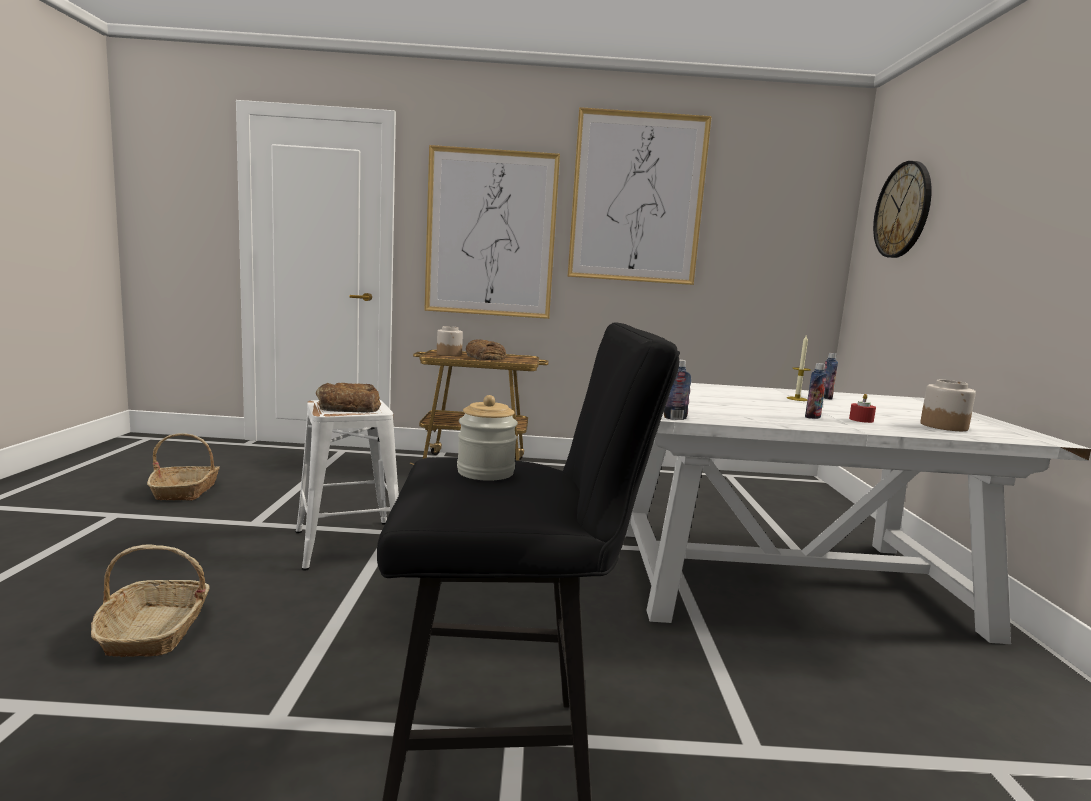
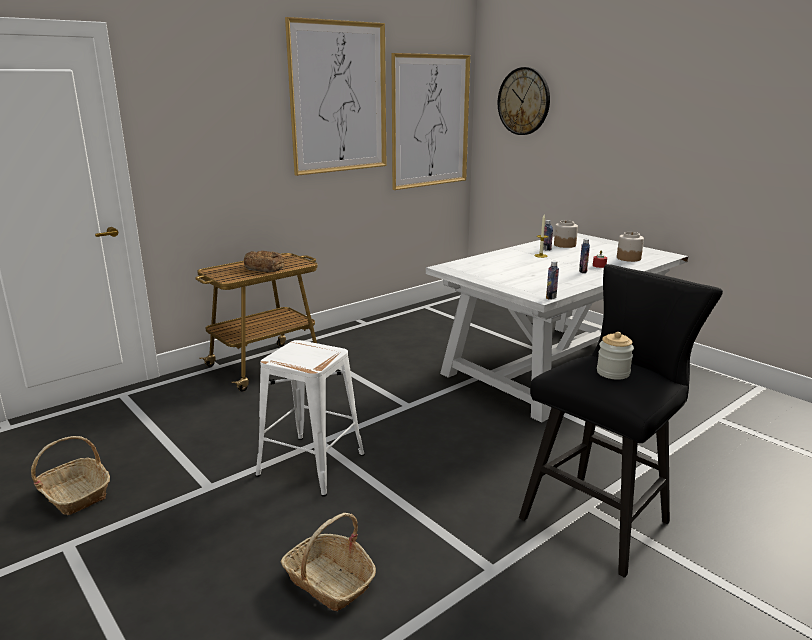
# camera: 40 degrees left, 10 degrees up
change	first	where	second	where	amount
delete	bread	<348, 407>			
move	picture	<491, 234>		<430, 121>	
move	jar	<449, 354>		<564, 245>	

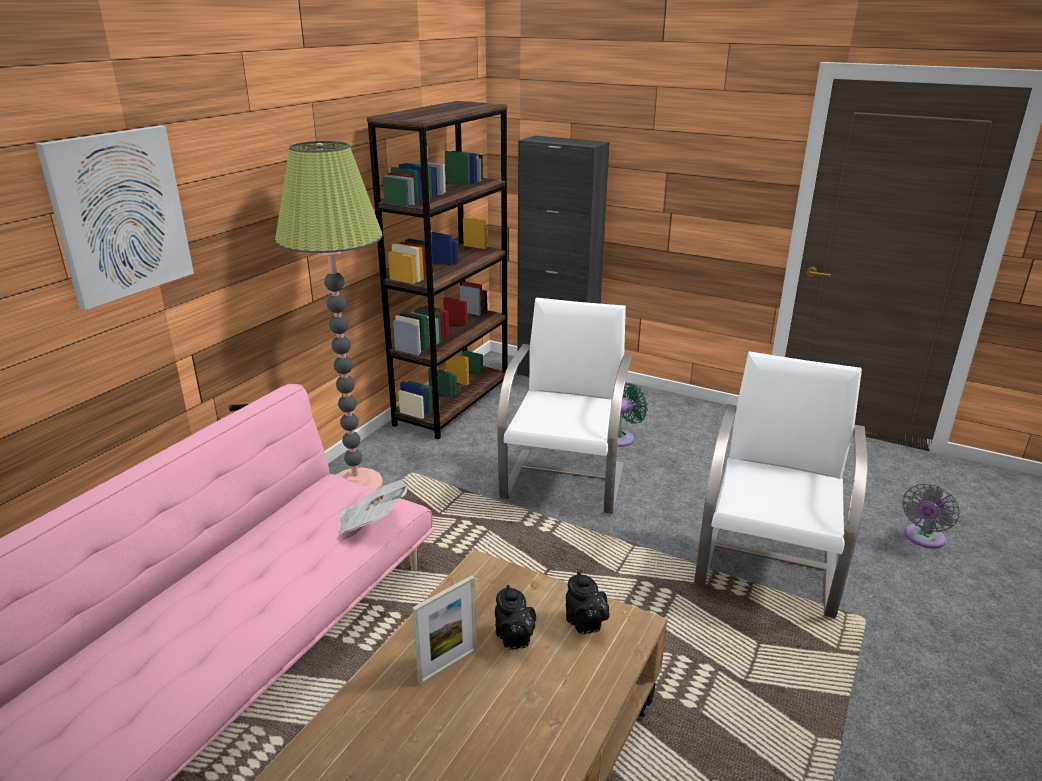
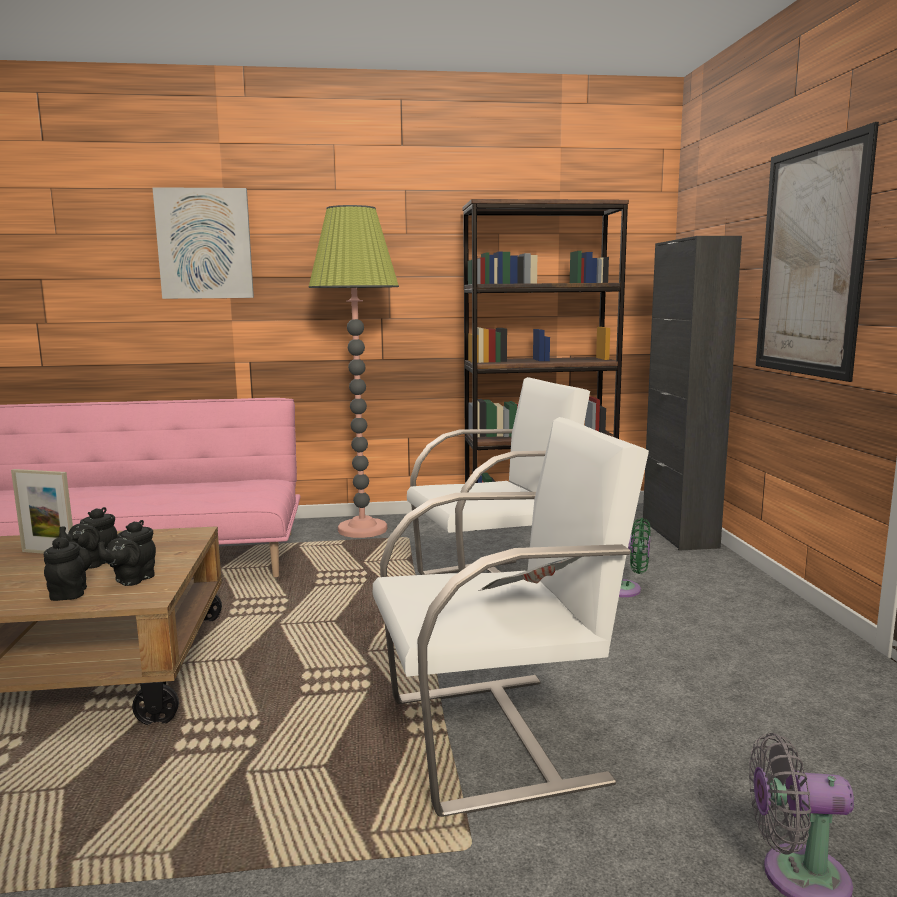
# camera: 55 degrees right, 15 degrees down
change	first	where	second	where	amount
insert			teapot (black)	<70, 592>	
insert			picture	<809, 260>	
move	newspaper	<372, 522>		<532, 601>	

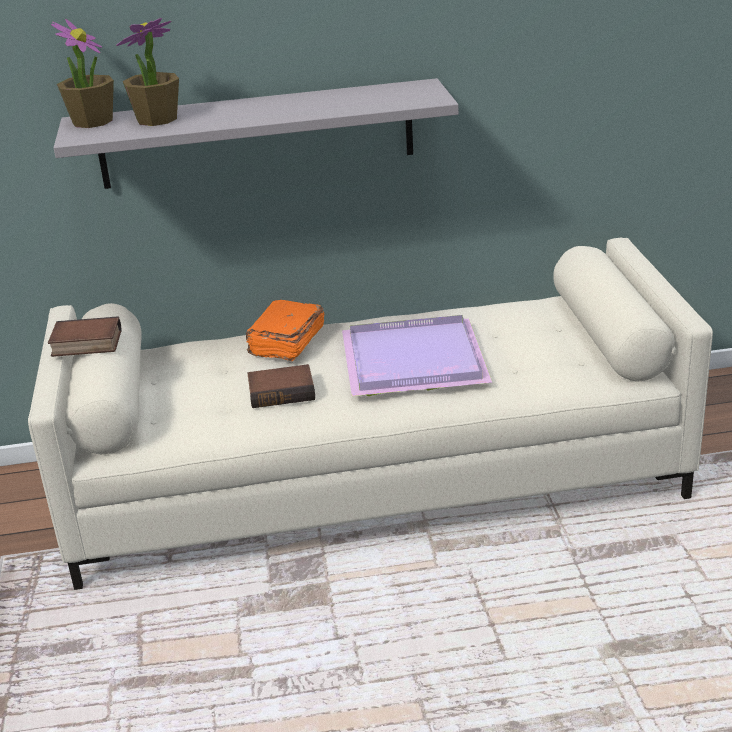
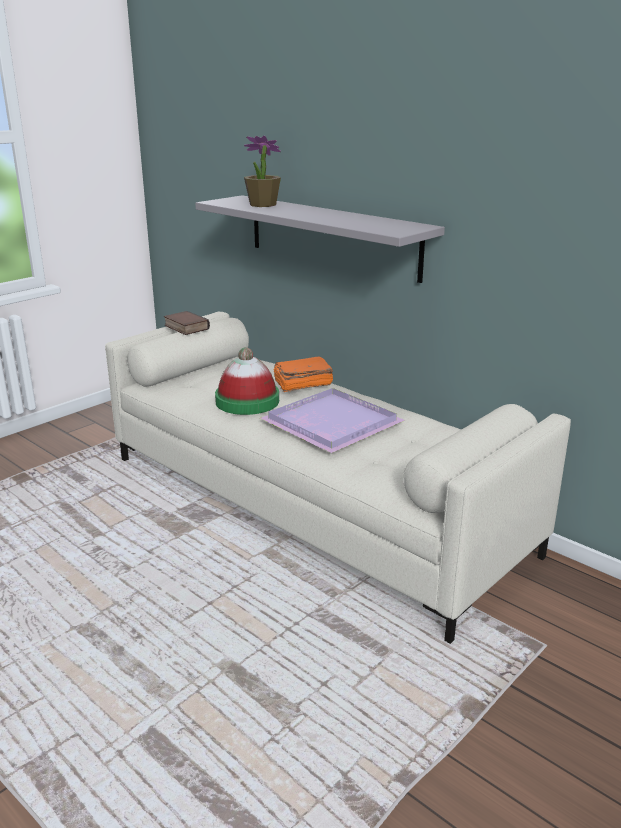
# camera: 50 degrees right, 5 degrees down
change	first	where	second	where	amount
delete	potted plant	<92, 121>			
replace	book	<282, 391>	hat	<247, 401>	

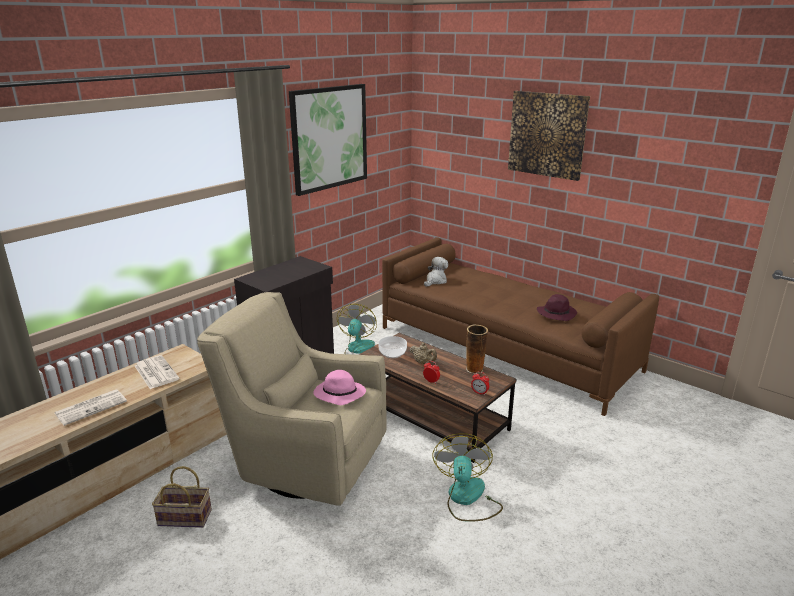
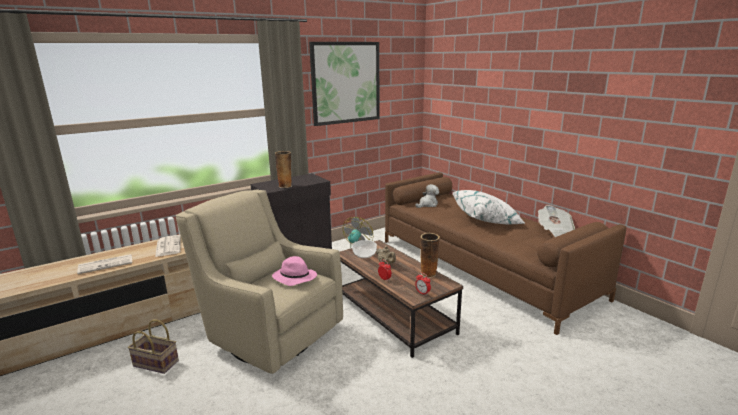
# camera: 15 degrees right, 5 degrees down
change	first	where	second	where	amount
delete	fan	<467, 499>			
delete	picture	<547, 134>			
delete	hat (purple)	<556, 313>			
insert			vase	<285, 186>	
insert			pillow (white)	<487, 220>	
insert			newspaper	<555, 231>	

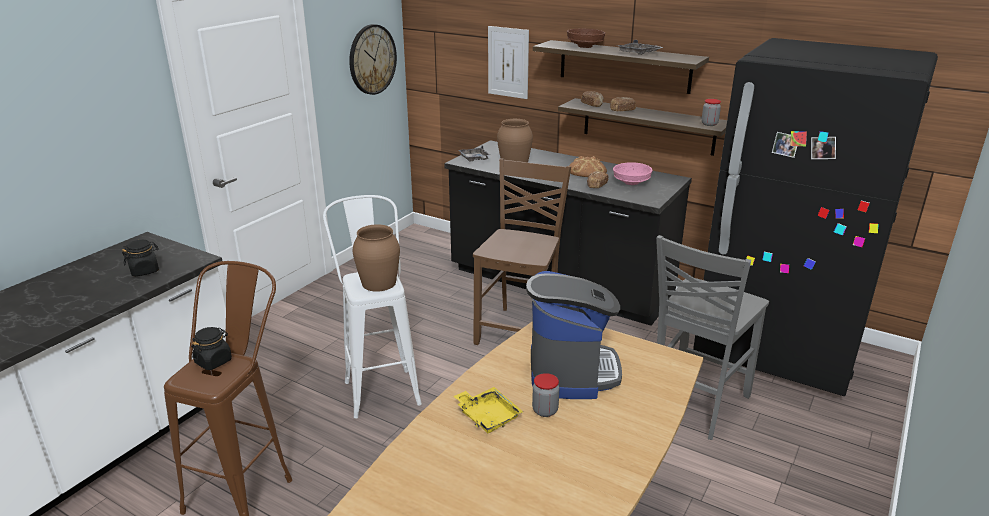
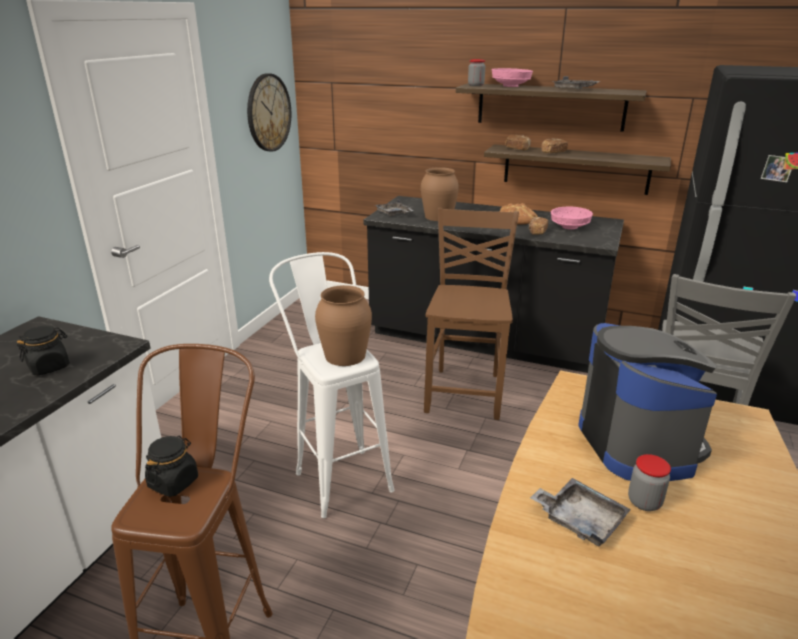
# camera: 10 degrees left, 0 degrees up
change	first	where	second	where	amount
delete	picture	<508, 62>			
move	jar	<709, 124>		<476, 85>	
recolor	tray (yellow)	<487, 416>	tray (grey)	<579, 519>	
recolor	bowl (brown)	<585, 46>	bowl (pink)	<510, 86>	

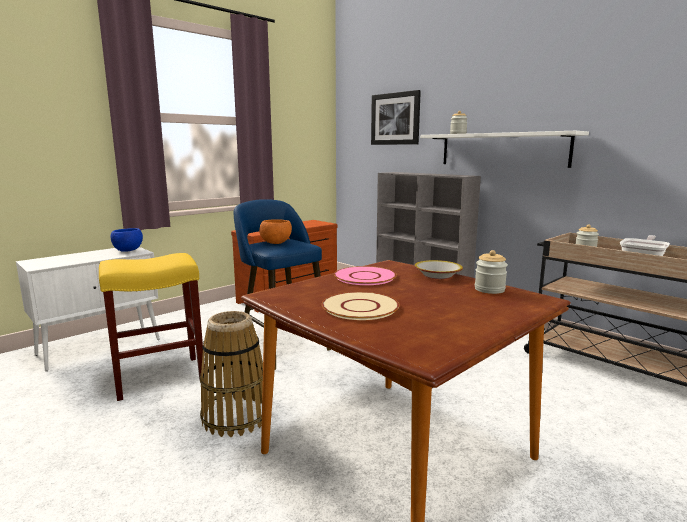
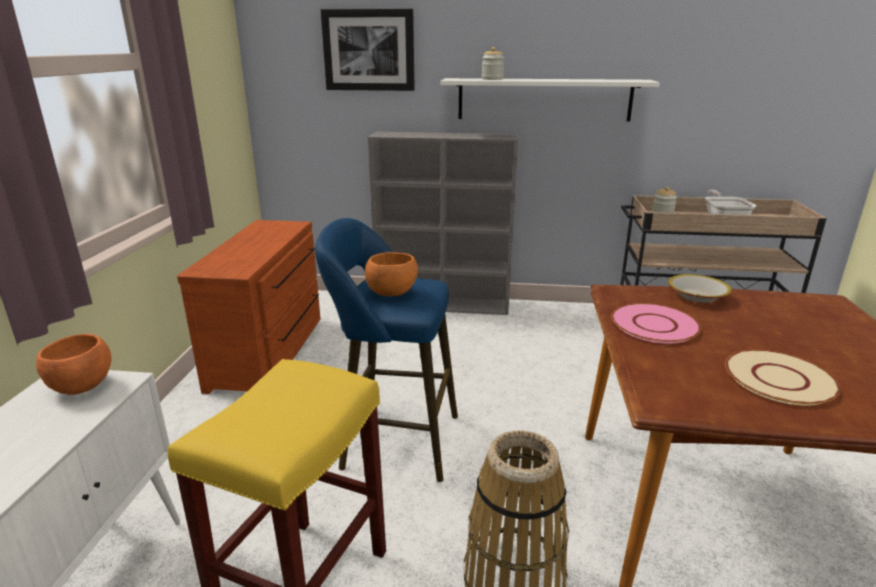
# camera: 40 degrees left, 10 degrees up
change	first	where	second	where	amount
delete	jar	<489, 289>			
recolor	bowl (blue)	<127, 250>	bowl (orange)	<81, 387>	

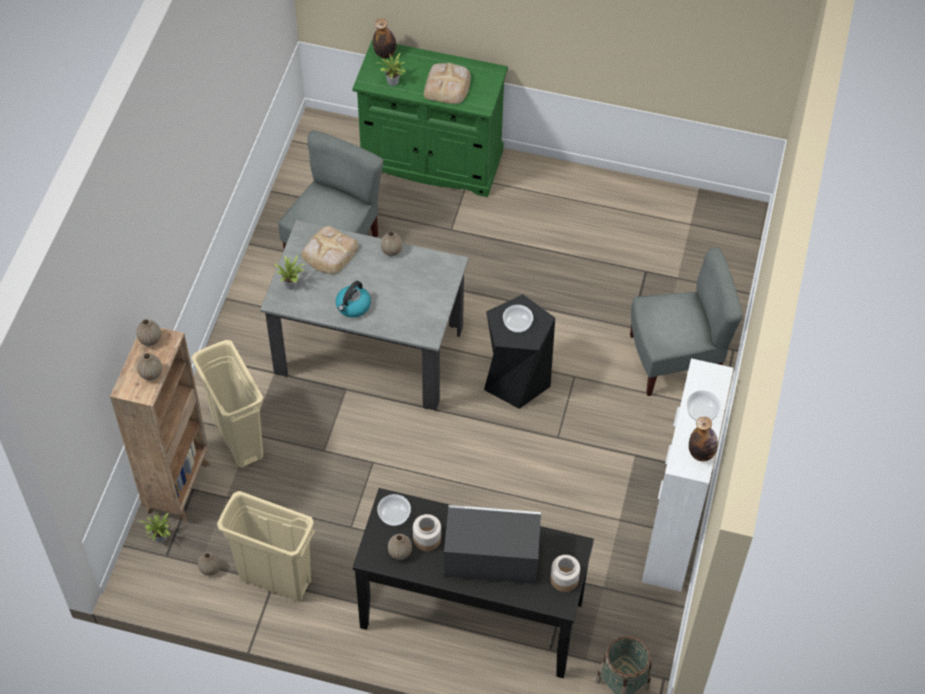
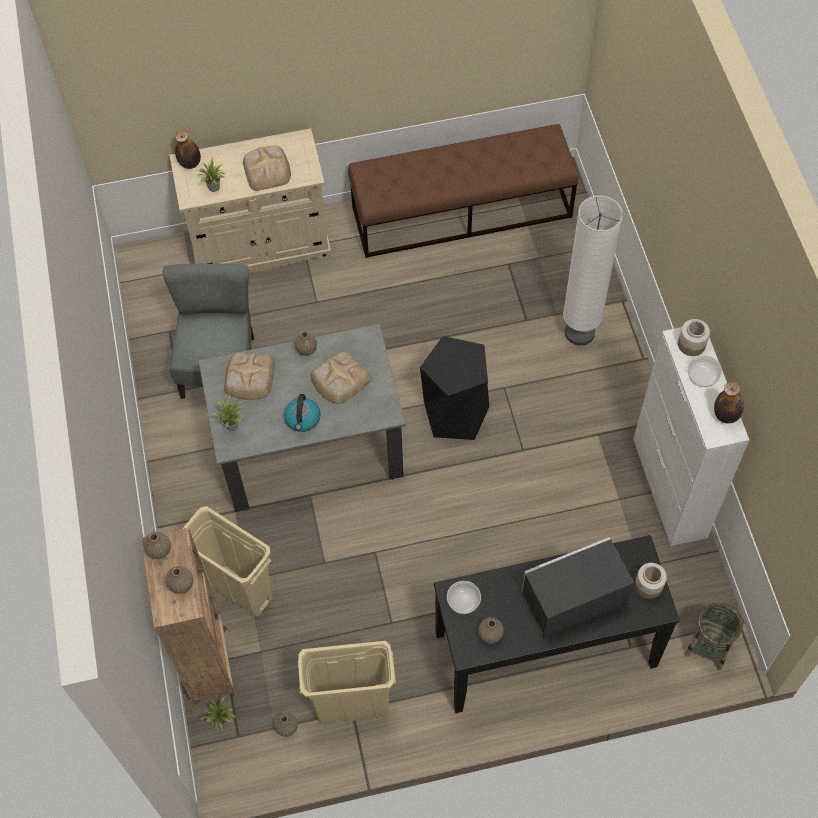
# camera: 25 degrees left, 5 degrees up
change	first	where	second	where	amount
delete	bowl	<517, 323>			
insert			bread	<339, 379>	
insert			bench (brown)	<462, 211>	
move	jar	<427, 538>		<691, 344>	
replace	chair (grey)	<674, 360>	floor lamp (white)	<579, 333>	
recolor	cabinet (green)	<431, 160>	cabinet (beige)	<260, 245>	

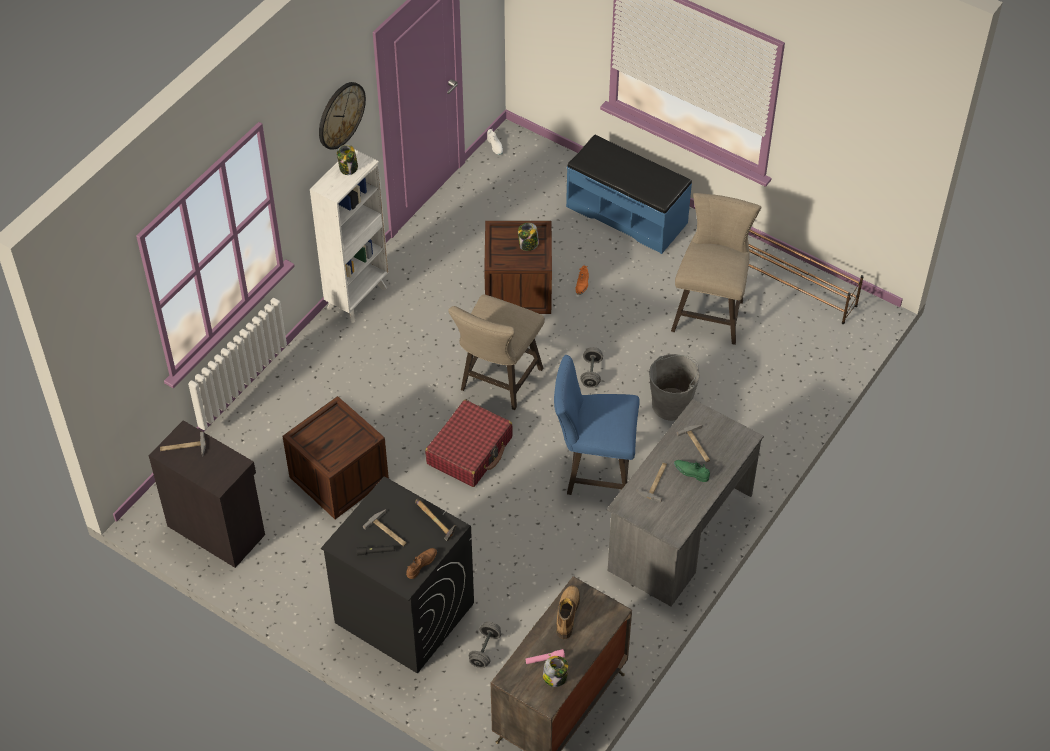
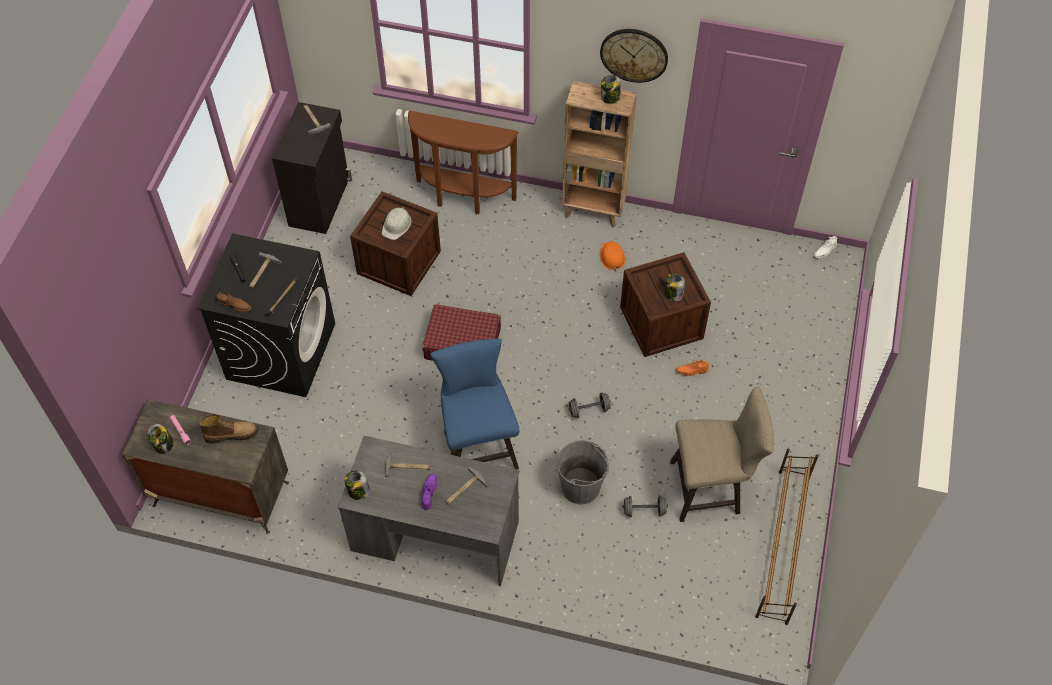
# camera: 70 degrees right, 5 degrees up
change	first	where	second	where	amount
delete	stool (beige)	<497, 383>			
delete	bench (blue)	<627, 214>			
insert			jar	<358, 491>	
insert			hard hat (white)	<397, 225>	
insert			console table (brown)	<463, 198>	
insert			hard hat (orange)	<612, 257>	
move	dumbbell (grey)	<485, 650>		<644, 510>	
recolor	bookcase (white)	<358, 297>	bookcase (brown)	<594, 211>	
recolor	shoe (green)	<691, 472>	shoe (purple)	<429, 492>	

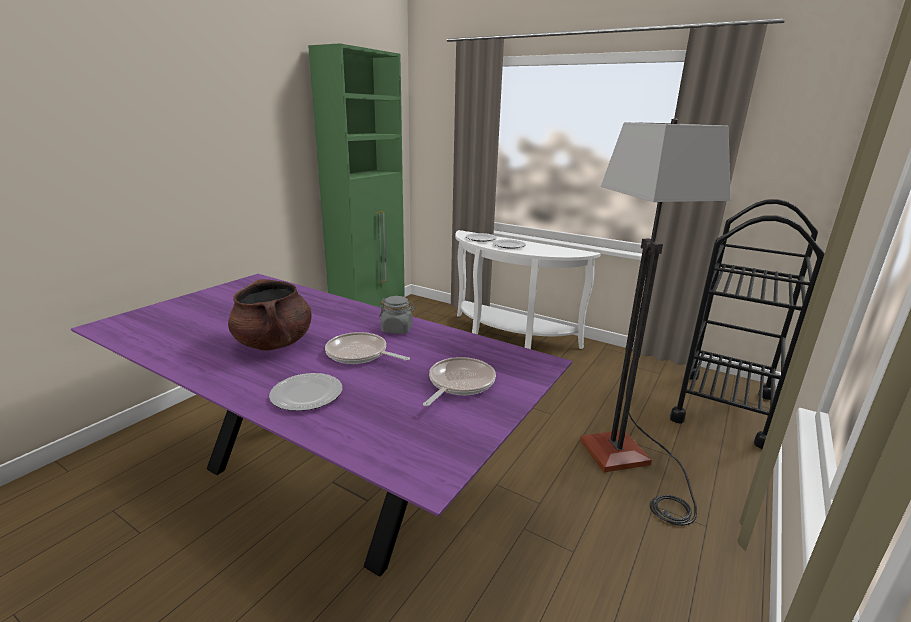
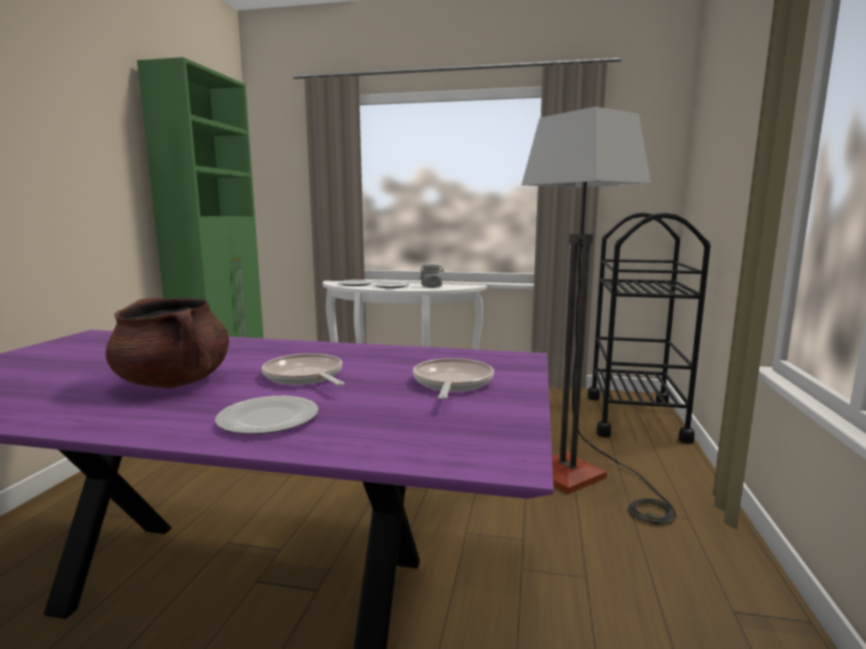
# camera: 20 degrees left, 10 degrees down
change	first	where	second	where	amount
move	jar (grey)	<397, 329>		<431, 286>	
rotate	frying pan	<359, 354>		<305, 377>	45 degrees clockwise

